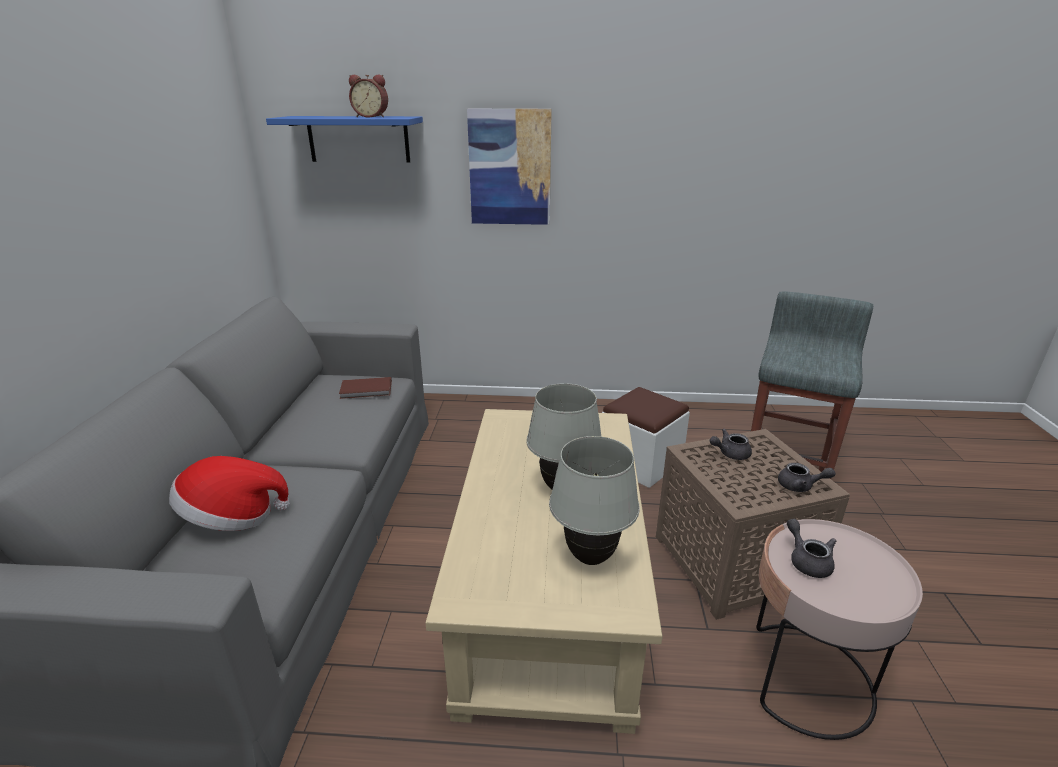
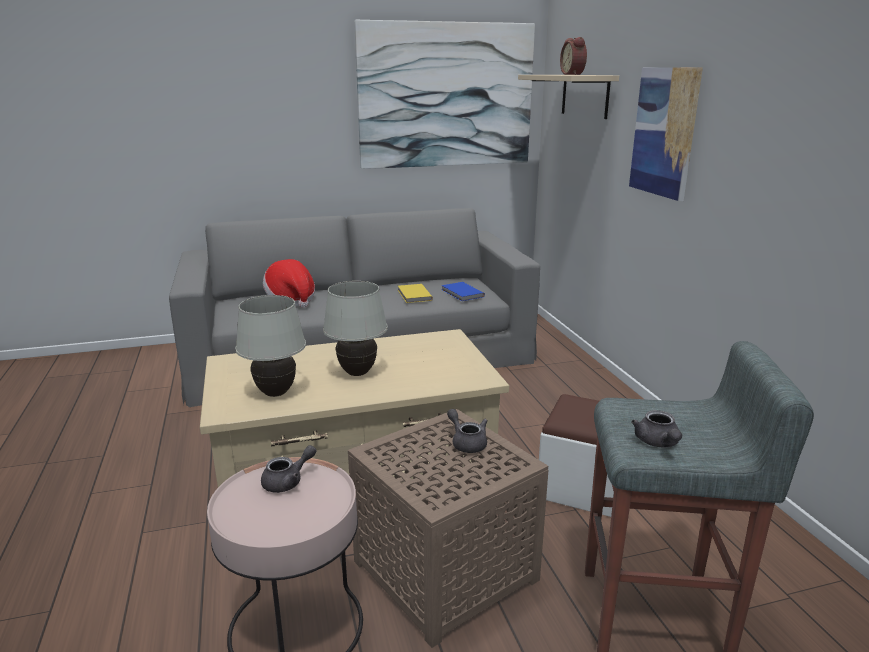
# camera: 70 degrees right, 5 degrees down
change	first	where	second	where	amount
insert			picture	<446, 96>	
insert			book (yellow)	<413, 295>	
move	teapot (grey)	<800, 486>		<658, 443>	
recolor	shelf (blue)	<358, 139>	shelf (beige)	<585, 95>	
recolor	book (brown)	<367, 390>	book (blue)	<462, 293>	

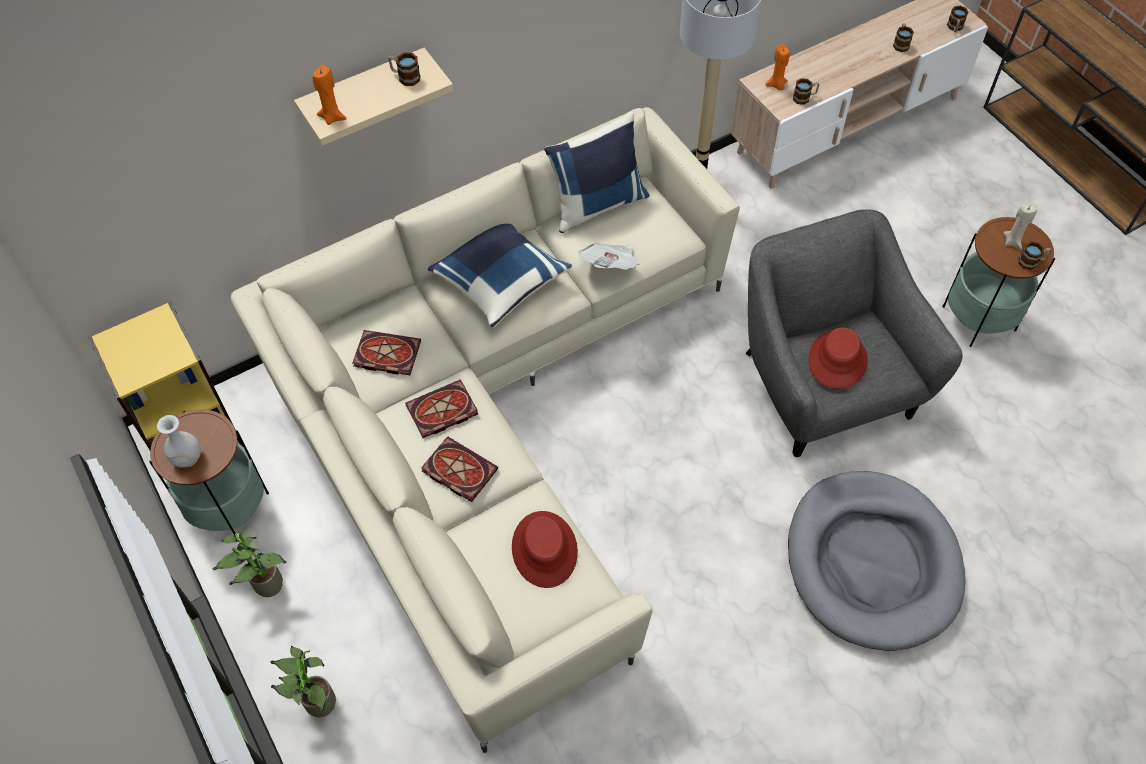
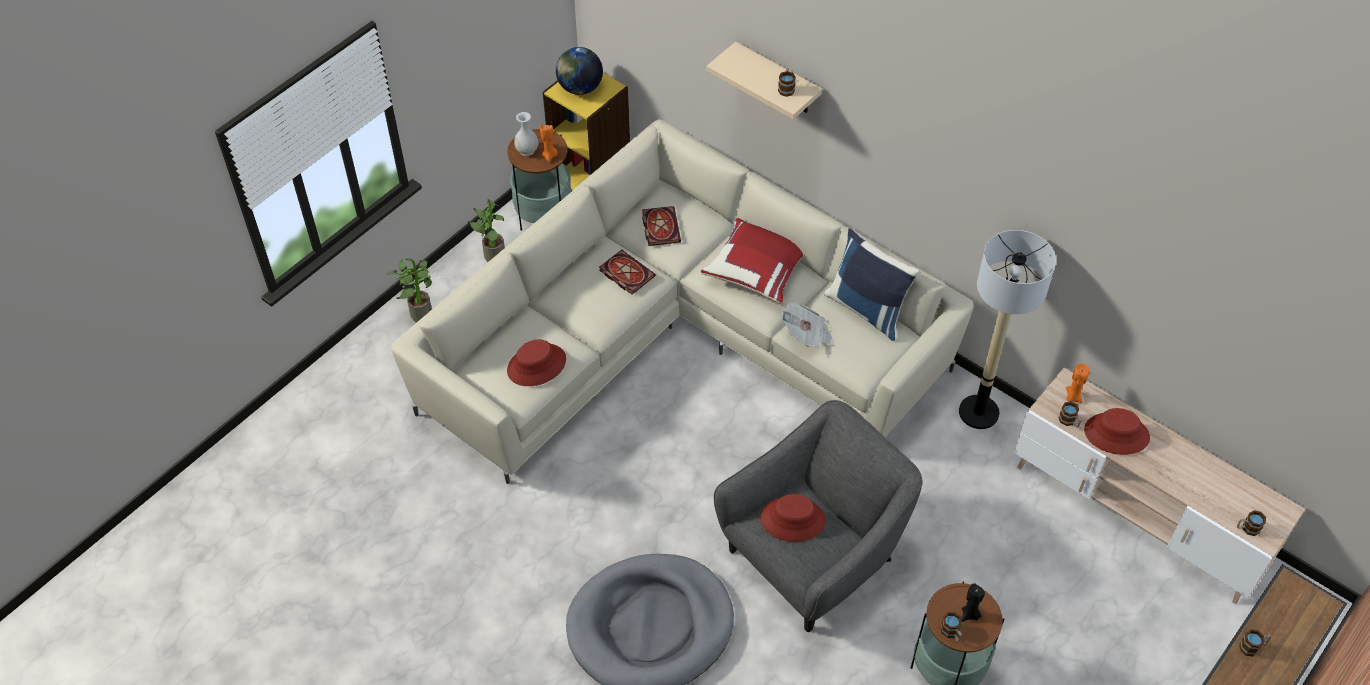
# camera: 70 degrees right, 5 degrees down
change	first	where	second	where	amount
delete	book	<457, 470>			
insert			globe	<580, 88>	
insert			hat (red)	<1116, 434>	
move	candle (orange)	<332, 117>		<549, 156>	
move	mug	<901, 43>		<1252, 646>	
recolor	pillow (blue)	<500, 281>	pillow (red)	<757, 271>	
recolor	candle (beige)	<1013, 241>	candle (black)	<970, 614>	

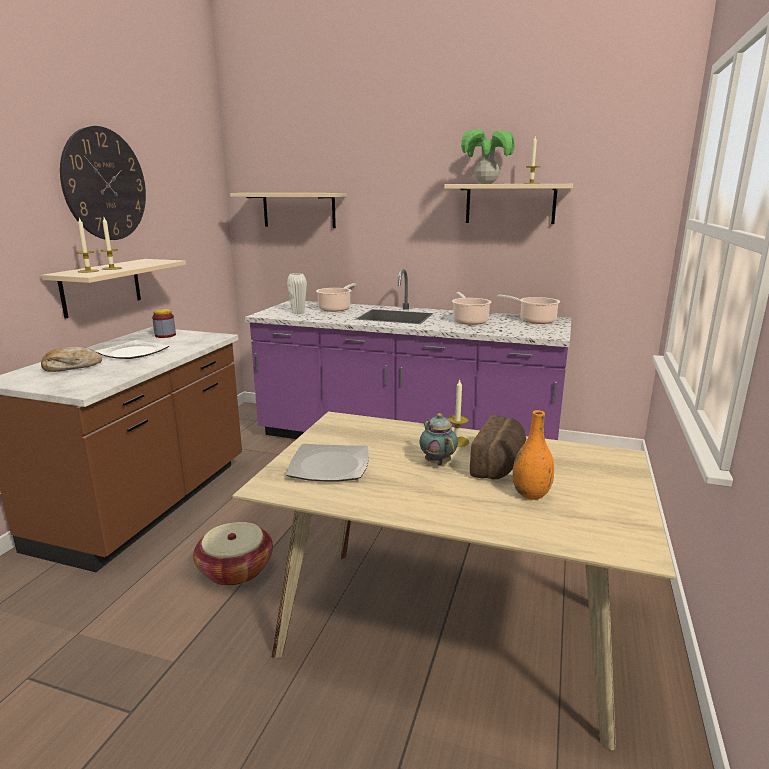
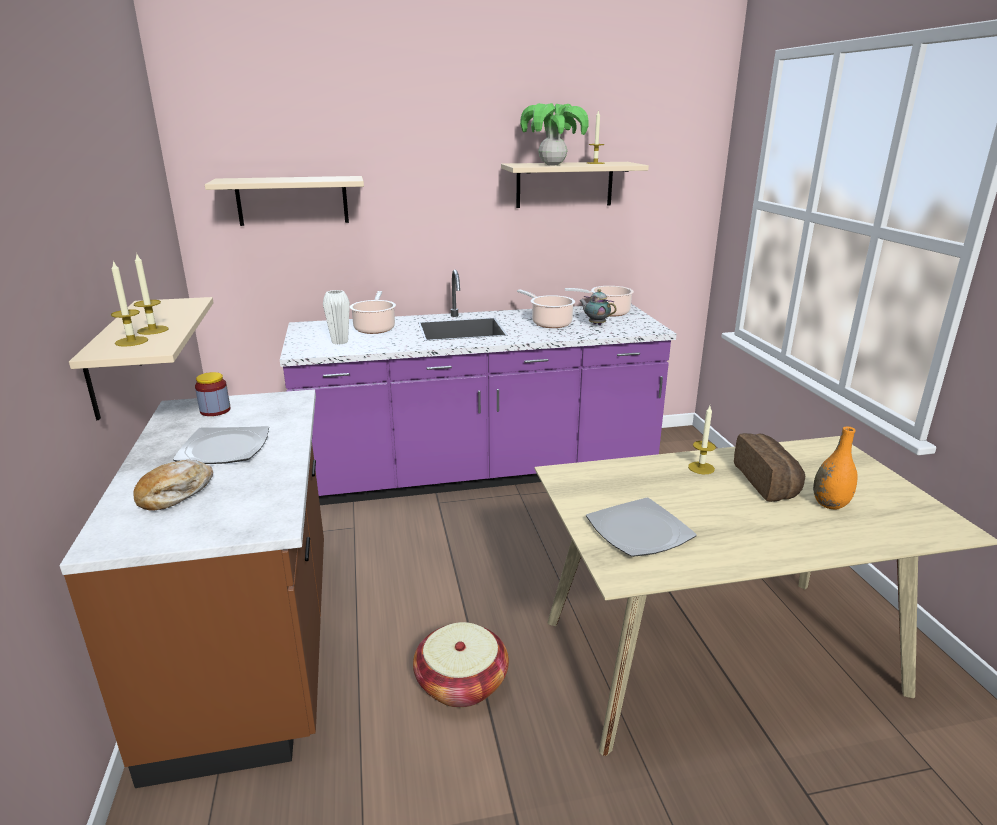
# camera: 30 degrees left, 5 degrees up
change	first	where	second	where	amount
delete	wall clock	<105, 184>			
move	teapot	<437, 462>		<596, 324>	

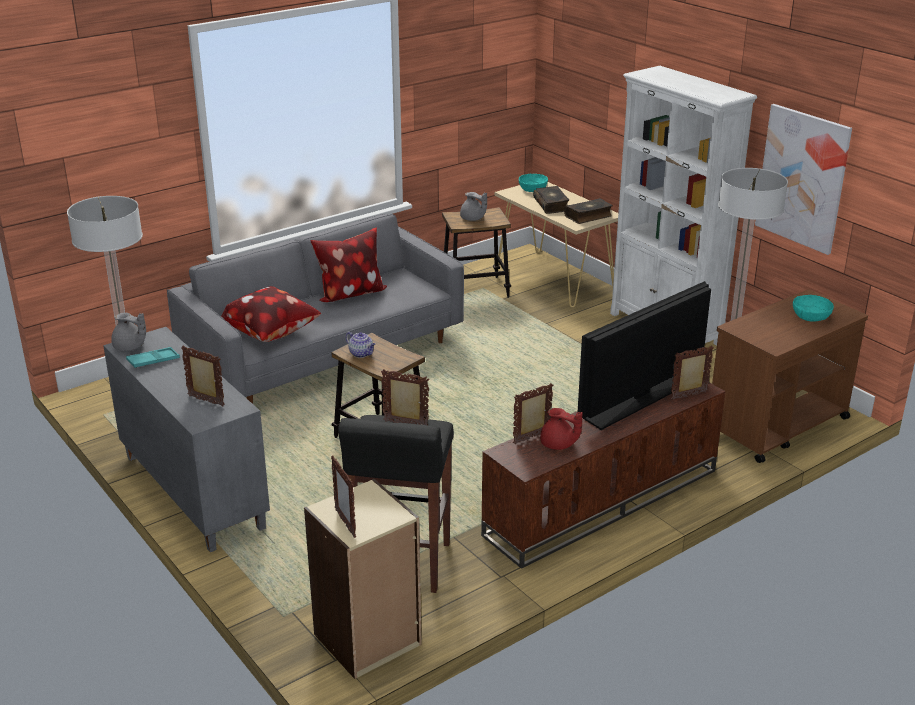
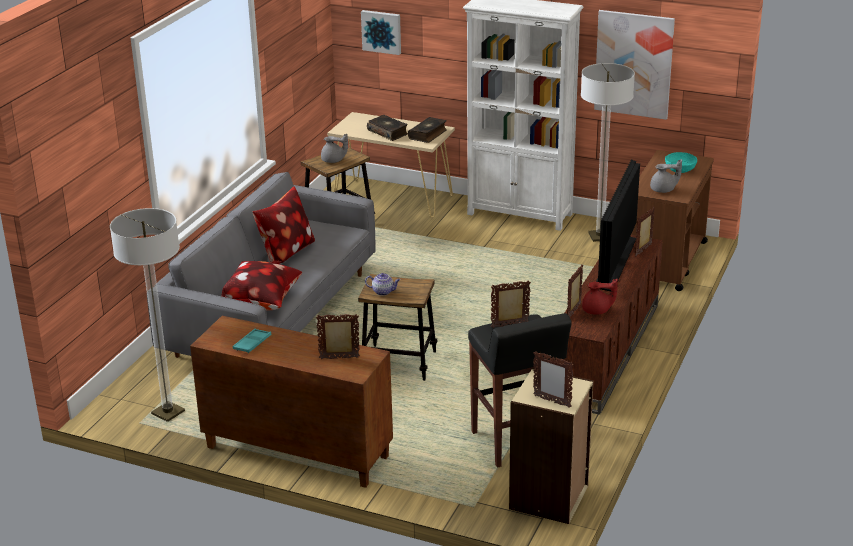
# camera: 30 degrees left, 0 degrees up
change	first	where	second	where	amount
delete	bowl (turquoise)	<532, 189>			
insert			picture	<382, 31>	
move	teapot (grey)	<130, 347>		<663, 190>	
recolor	cabinet (grey)	<192, 491>	cabinet (brown)	<296, 452>	

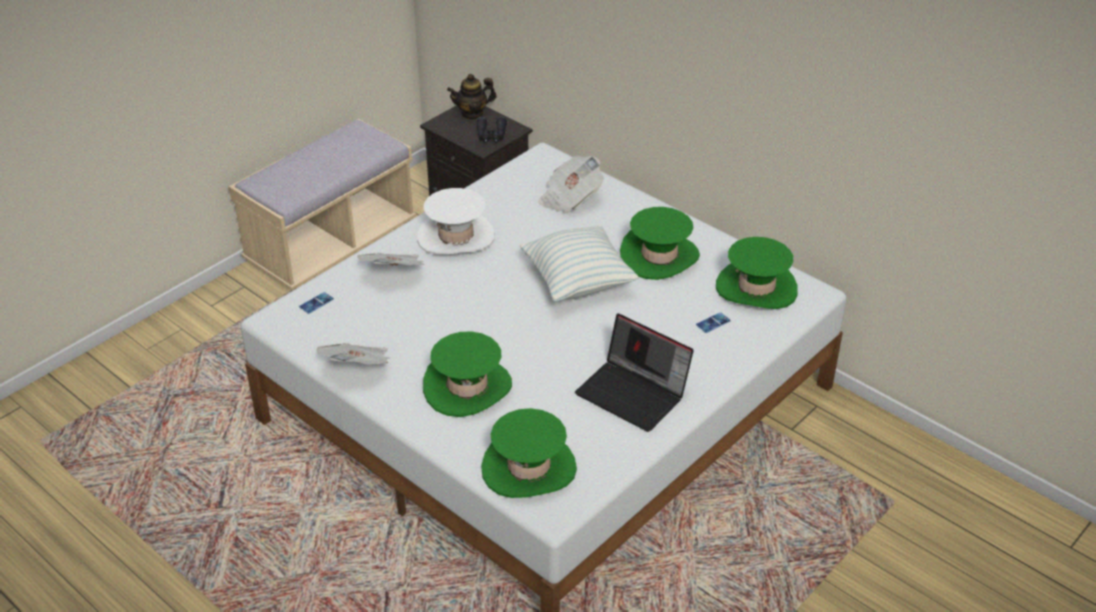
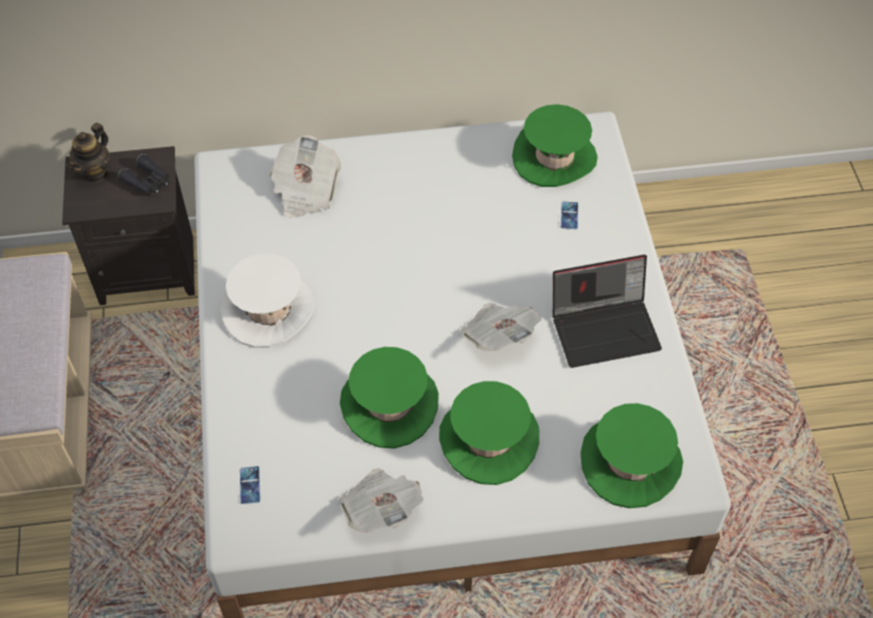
# camera: 50 degrees left, 15 degrees up
change	first	where	second	where	amount
delete	pillow	<577, 282>			
move	newspaper	<395, 273>		<499, 336>	
move	hat (green)	<659, 256>		<389, 405>	

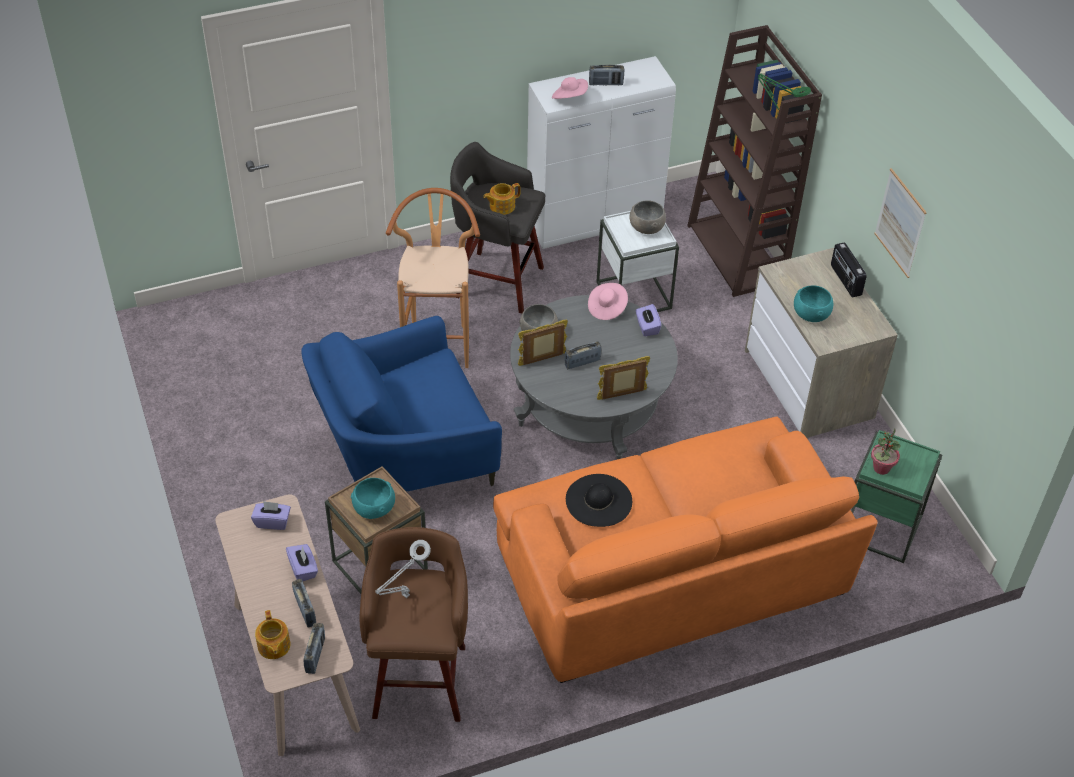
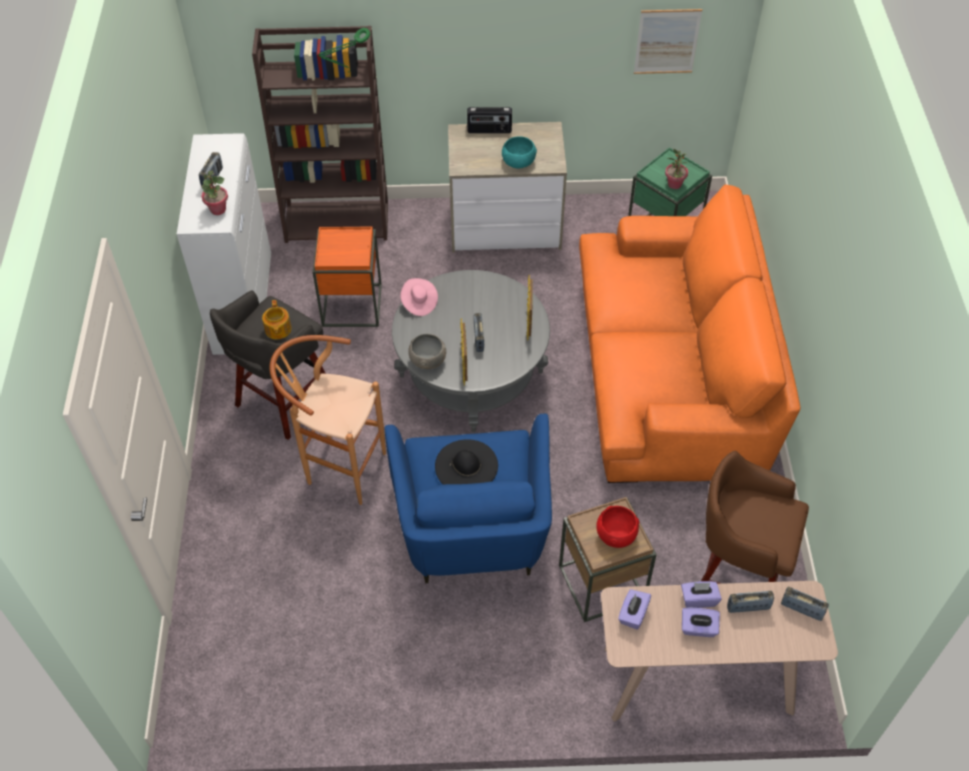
# camera: 70 degrees left, 5 degrees up
change	first	where	second	where	amount
delete	teapot	<273, 646>			
delete	table lamp (grey)	<404, 596>			
delete	bowl (grey)	<646, 227>			
move	hat (black)	<599, 500>		<466, 466>	
move	tissue box (purple)	<647, 327>		<698, 628>	
move	picture	<900, 223>		<667, 41>	
replace	hat (pink)	<569, 97>	potted plant	<218, 209>	
recolor	bowl (turquoise)	<373, 508>	bowl (red)	<615, 535>	
recolor	side table (white)	<634, 295>	side table (orange)	<352, 305>	

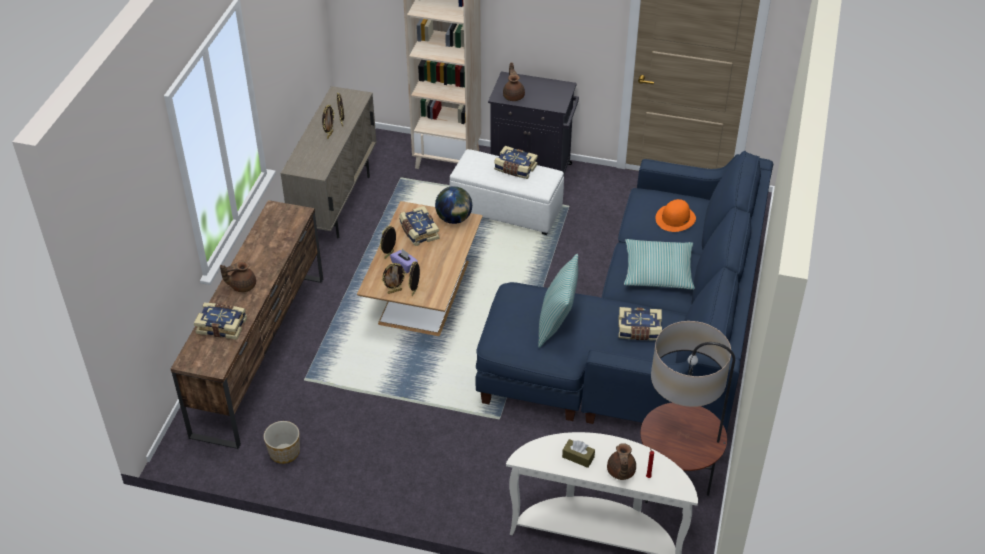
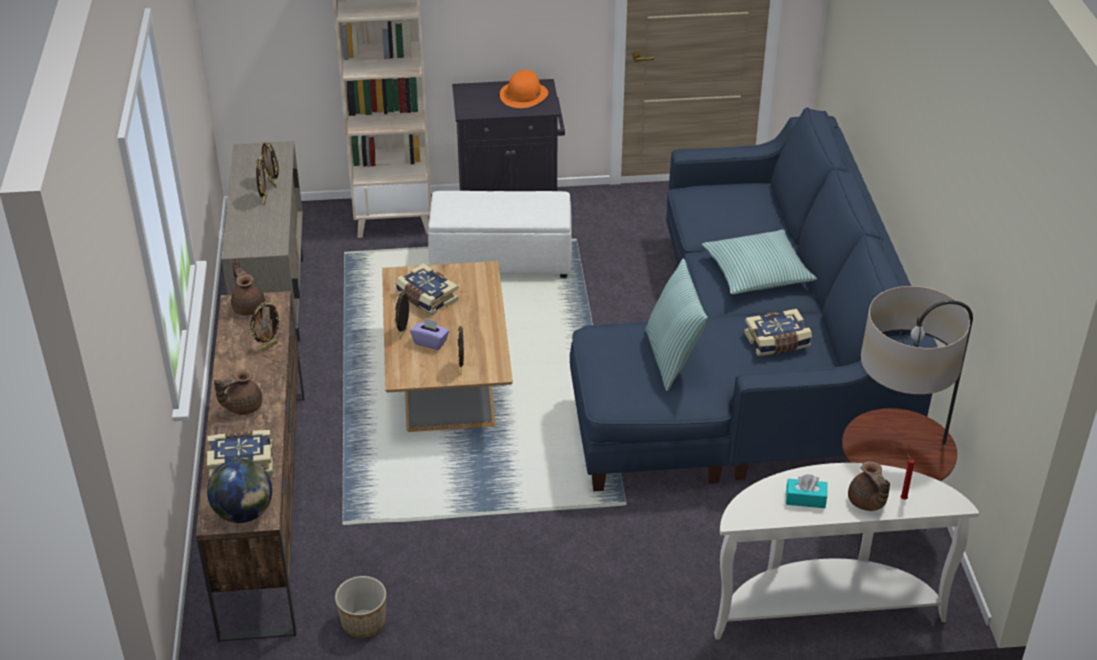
# camera: 20 degrees left, 5 degrees down
change	first	where	second	where	amount
delete	book	<515, 168>			
move	picture frame	<394, 291>		<268, 346>	
move	globe	<454, 219>		<243, 513>	
move	teapot (brown)	<513, 95>		<248, 306>	
move	hat (orange)	<675, 218>		<523, 94>	
recolor	tissue box (brown)	<578, 457>	tissue box (turquoise)	<805, 499>	

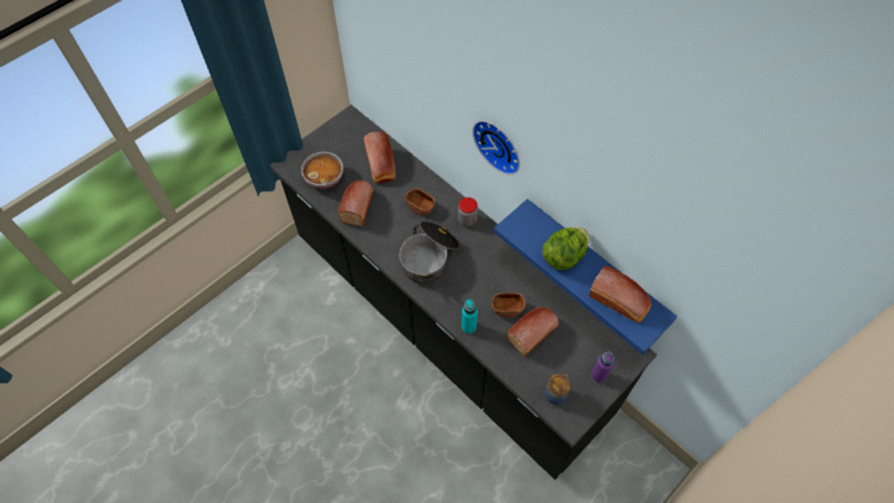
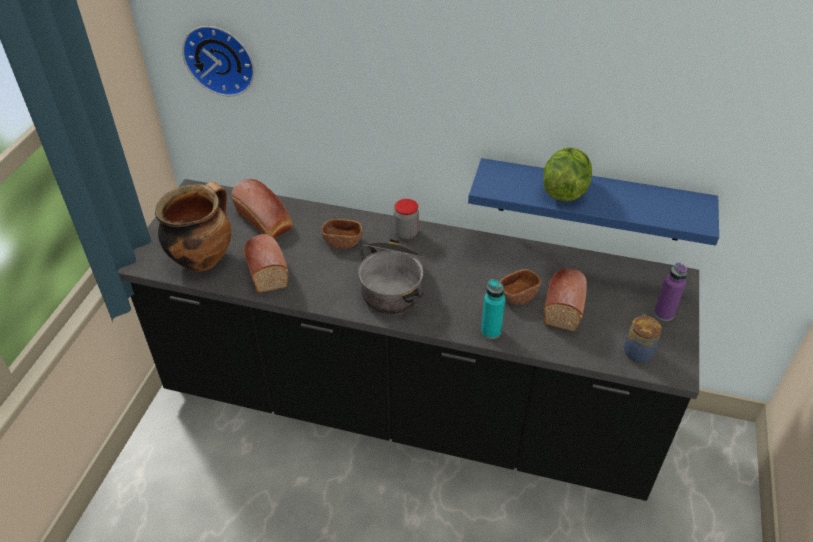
# camera: 30 degrees left, 15 degrees down
change	first	where	second	where	amount
delete	bread	<620, 301>			
move	wall clock	<499, 144>		<221, 58>	
replace	bowl	<325, 178>	cooking pot	<203, 258>	

